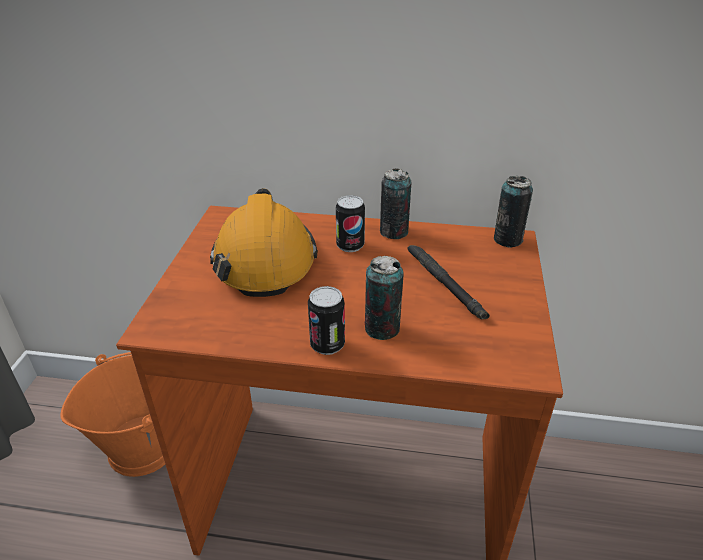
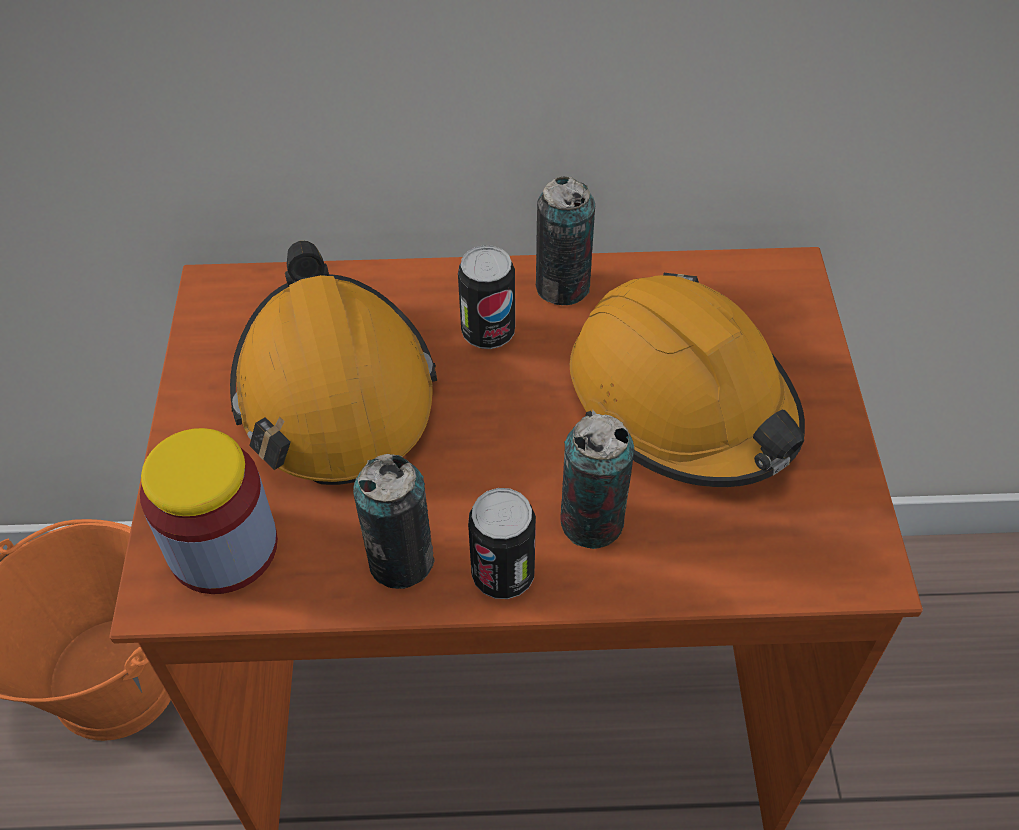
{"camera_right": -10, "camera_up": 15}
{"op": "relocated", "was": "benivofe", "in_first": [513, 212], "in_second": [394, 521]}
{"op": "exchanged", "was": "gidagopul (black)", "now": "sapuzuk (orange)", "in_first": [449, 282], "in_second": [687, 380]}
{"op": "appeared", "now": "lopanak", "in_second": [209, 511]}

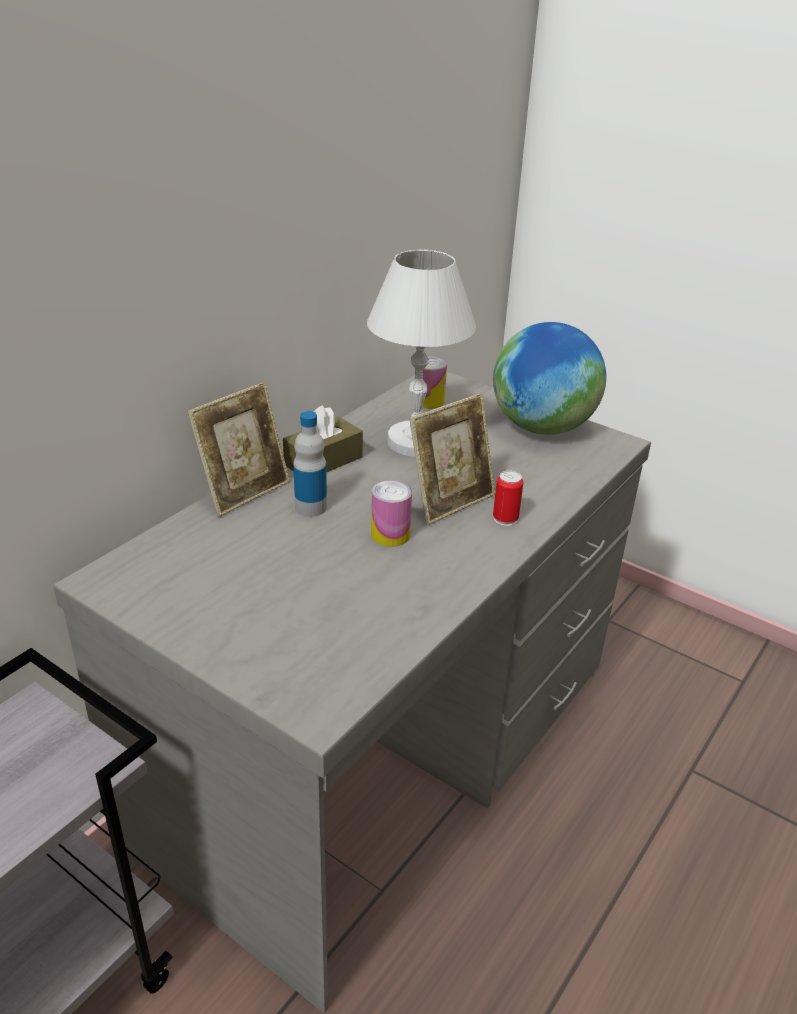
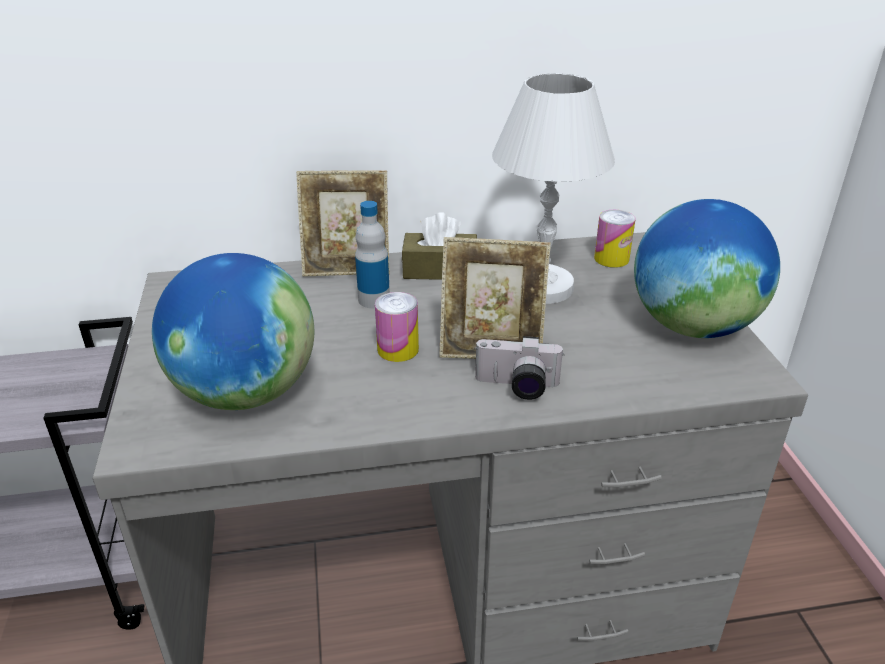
{"camera_right": 45, "camera_up": 0}
{"op": "exchanged", "was": "benivofe", "now": "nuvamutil", "in_first": [508, 498], "in_second": [519, 368]}
{"op": "appeared", "now": "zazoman", "in_second": [233, 331]}

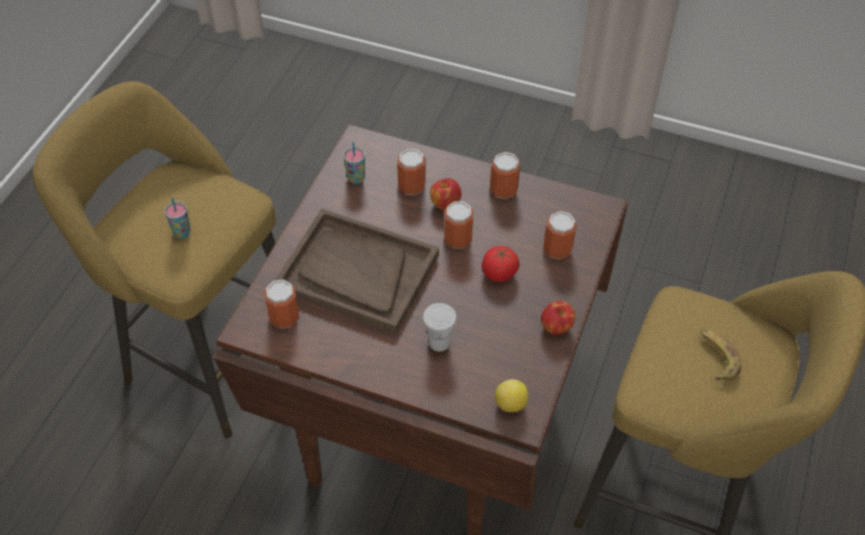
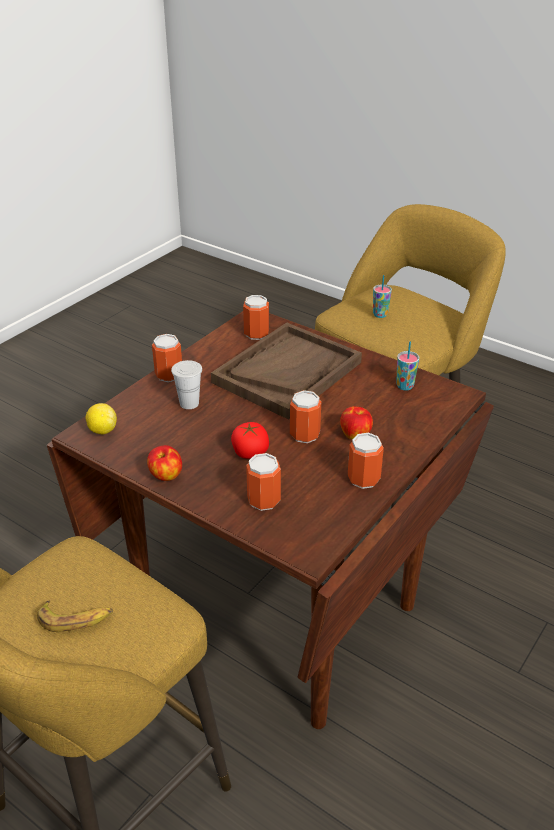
{"camera_right": 105, "camera_up": -15}
{"op": "relocated", "was": "benivofe", "in_first": [411, 172], "in_second": [167, 358]}

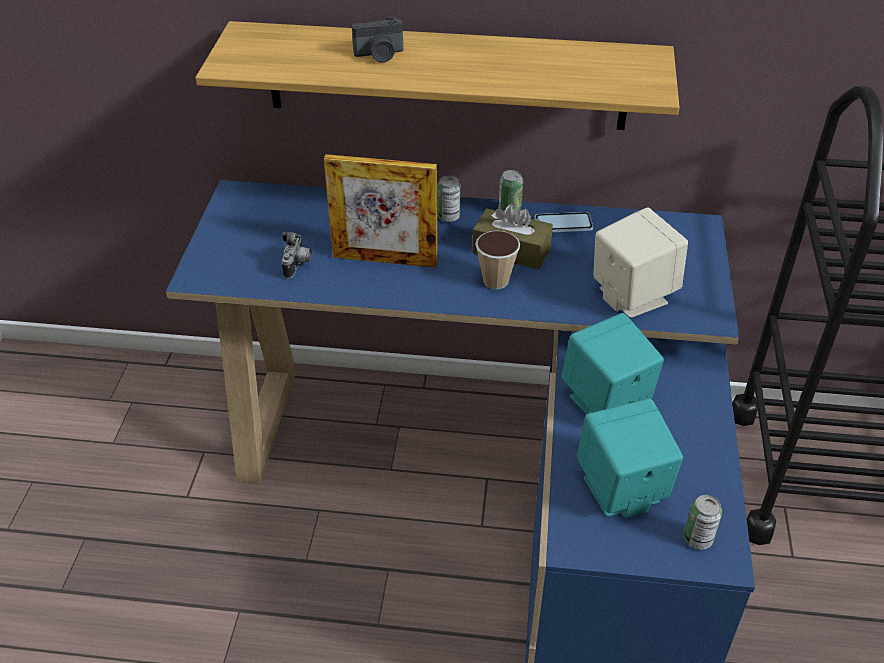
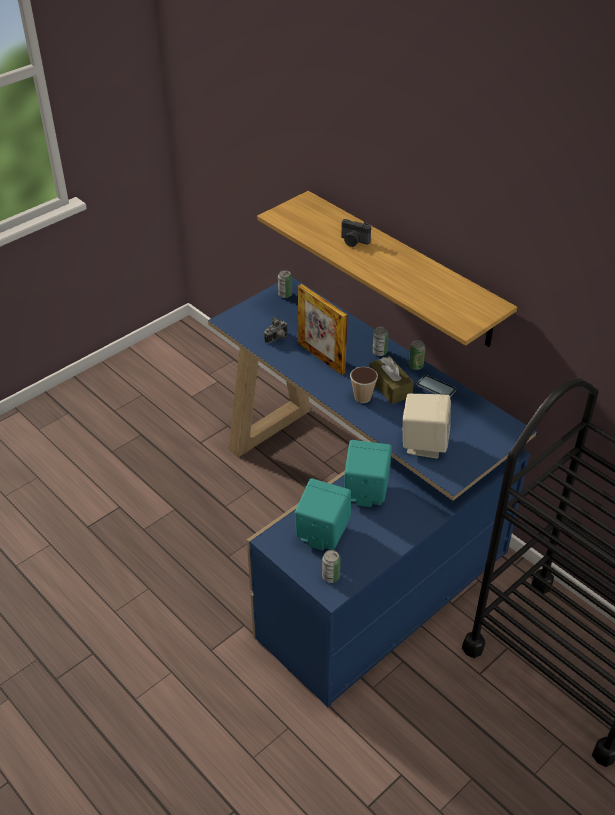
{"camera_right": 40, "camera_up": 0}
{"op": "appeared", "now": "benivofe", "in_second": [285, 284]}

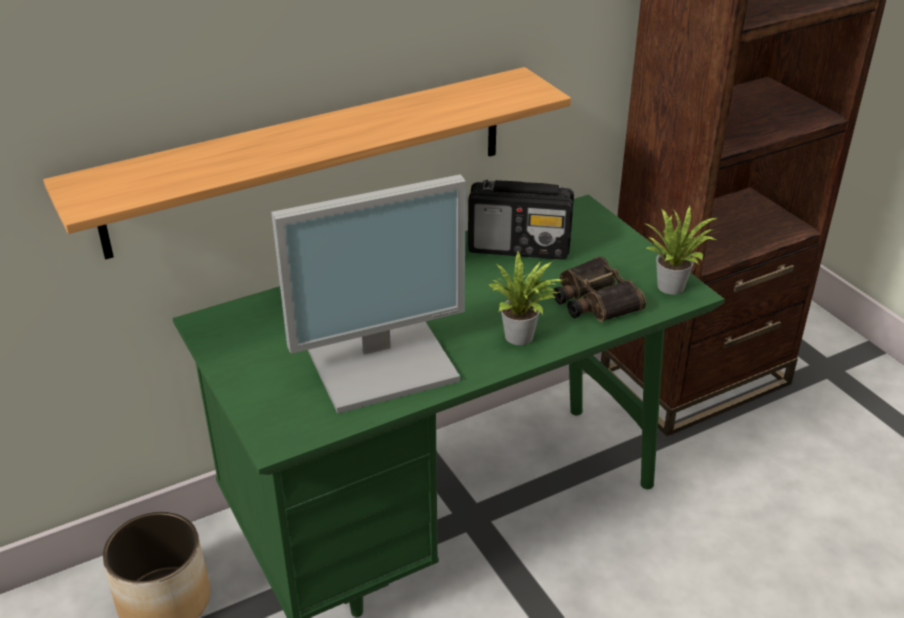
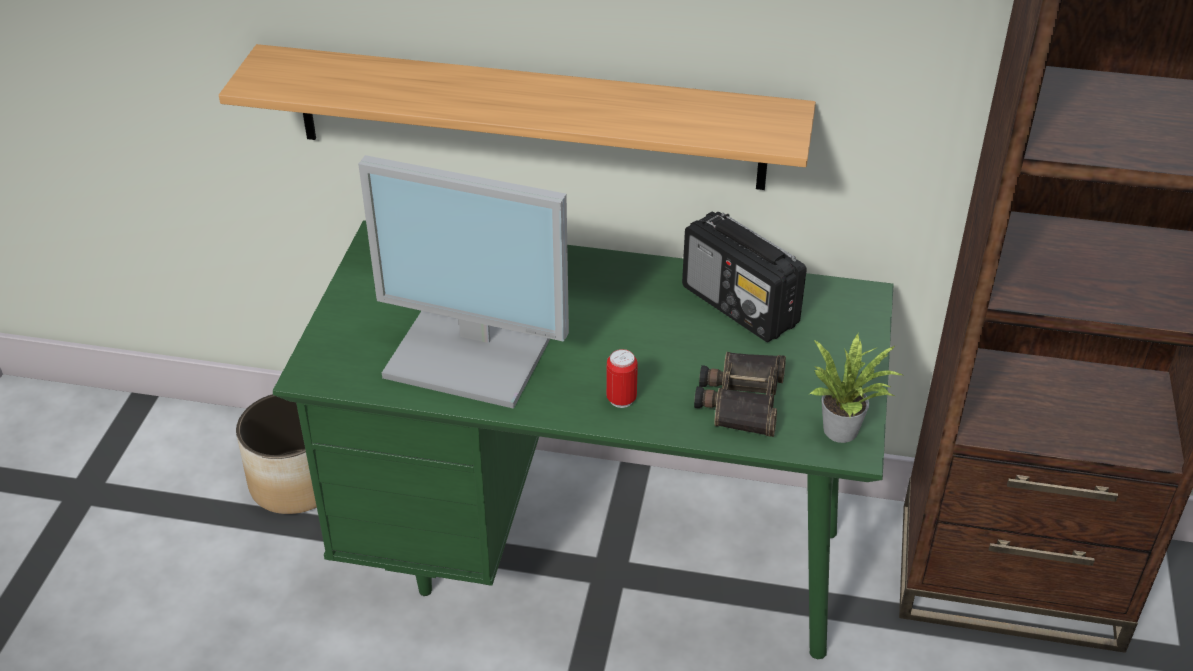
{"camera_right": 40, "camera_up": 5}
{"op": "exchanged", "was": "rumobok", "now": "benivofe", "in_first": [526, 297], "in_second": [622, 378]}

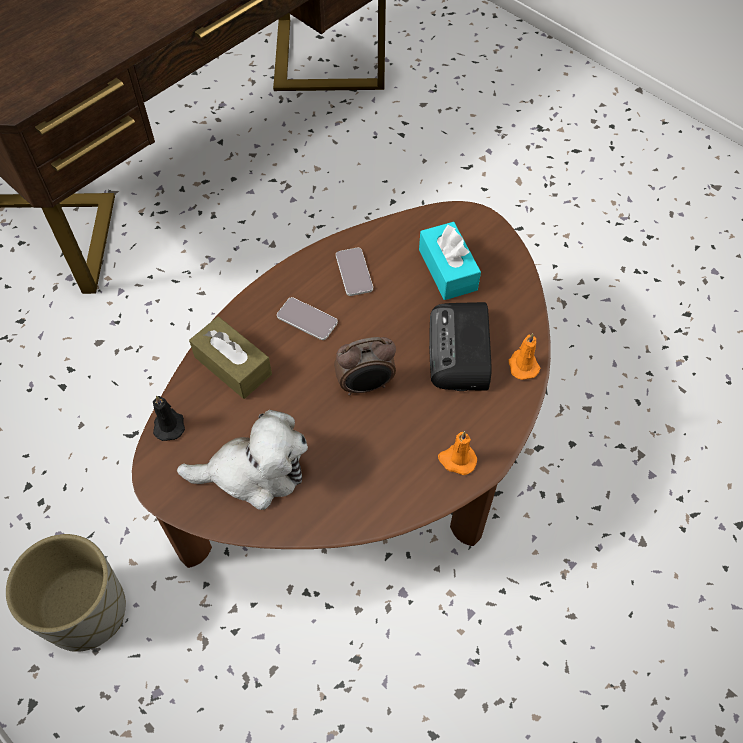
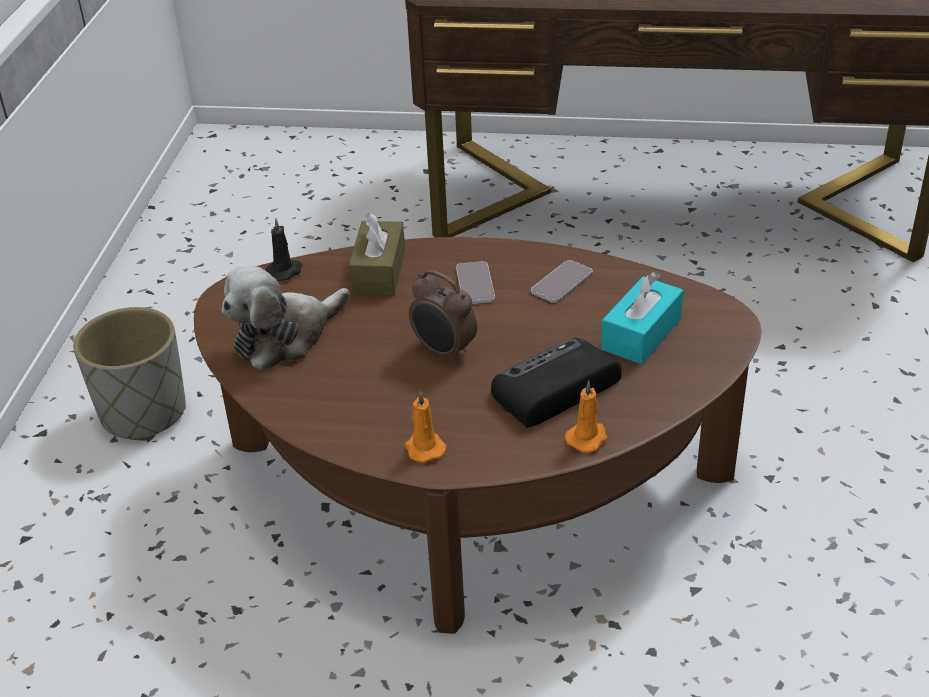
{"camera_right": 55, "camera_up": -20}
{"op": "spun", "was": "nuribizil", "in_first": [242, 460], "in_second": [286, 318], "clockwise": 90}

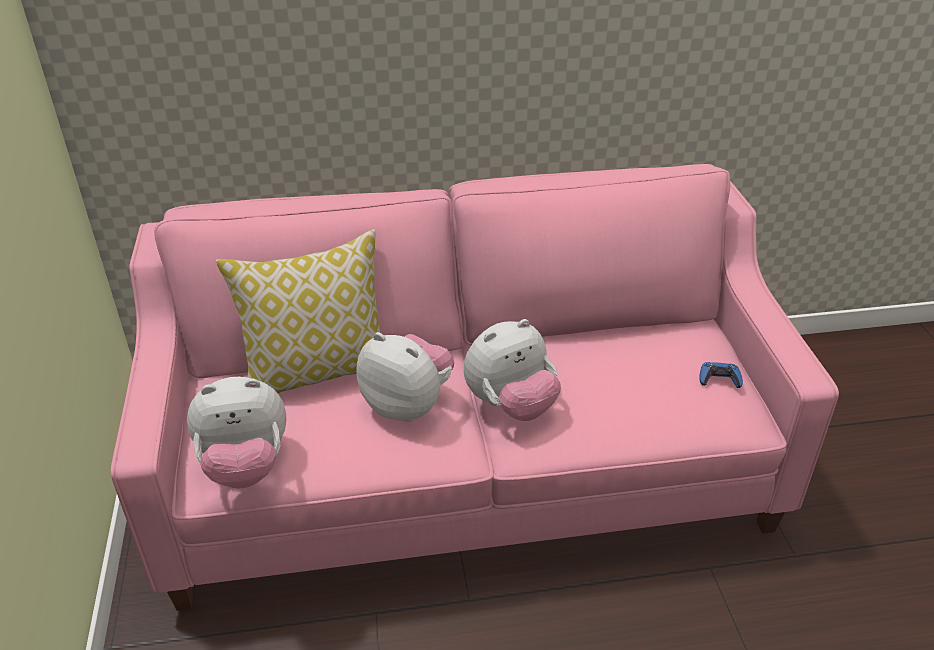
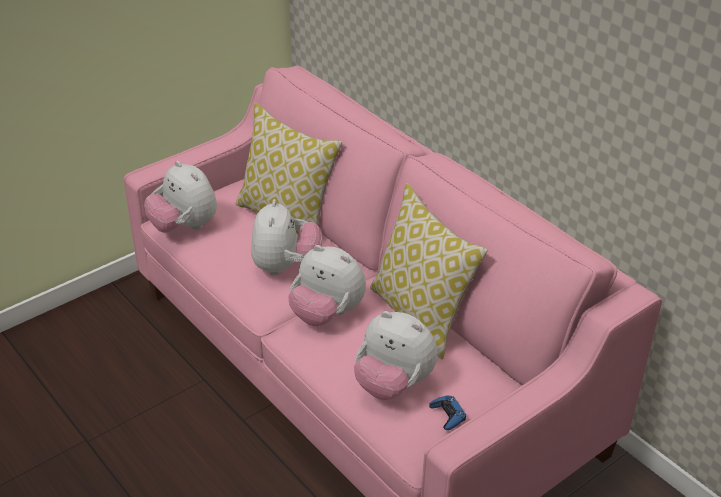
{"camera_right": 60, "camera_up": 0}
{"op": "appeared", "now": "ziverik", "in_second": [429, 271]}
{"op": "appeared", "now": "nuribizil", "in_second": [396, 355]}

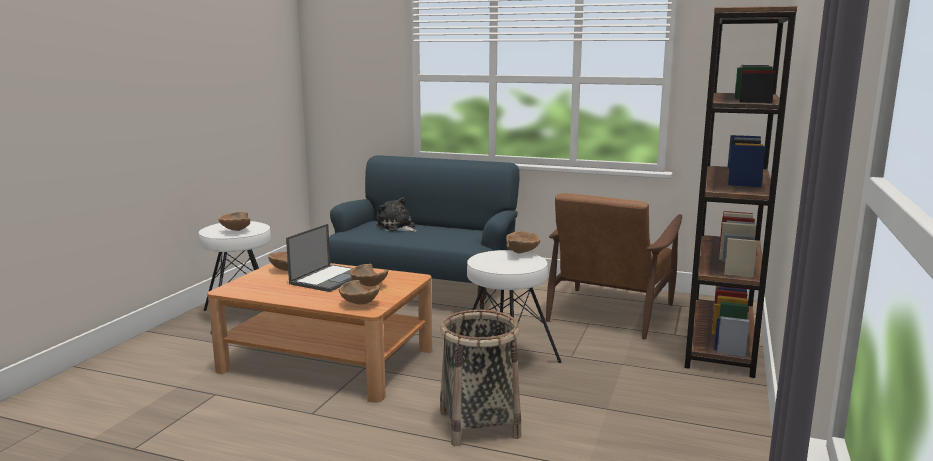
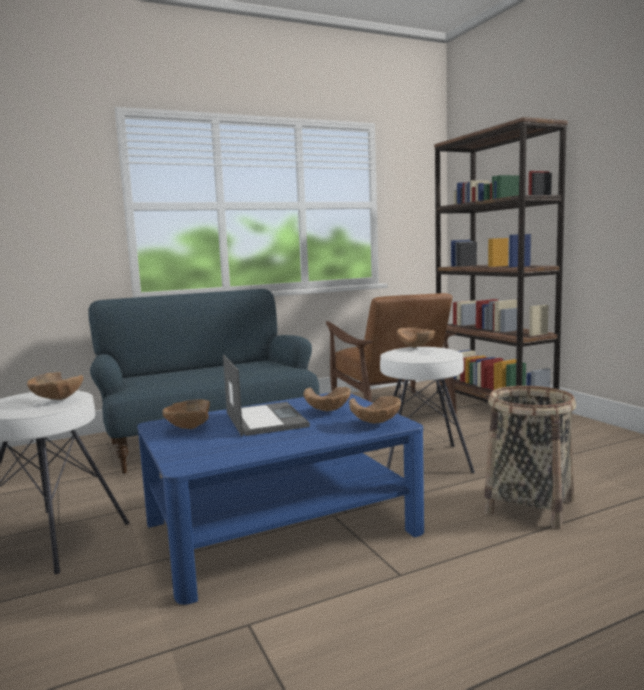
{"camera_right": -45, "camera_up": -5}
{"op": "missing", "was": "nuribizil", "in_first": [397, 214]}
{"op": "colour", "was": "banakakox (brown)", "now": "banakakox (blue)", "in_first": [320, 333], "in_second": [280, 499]}

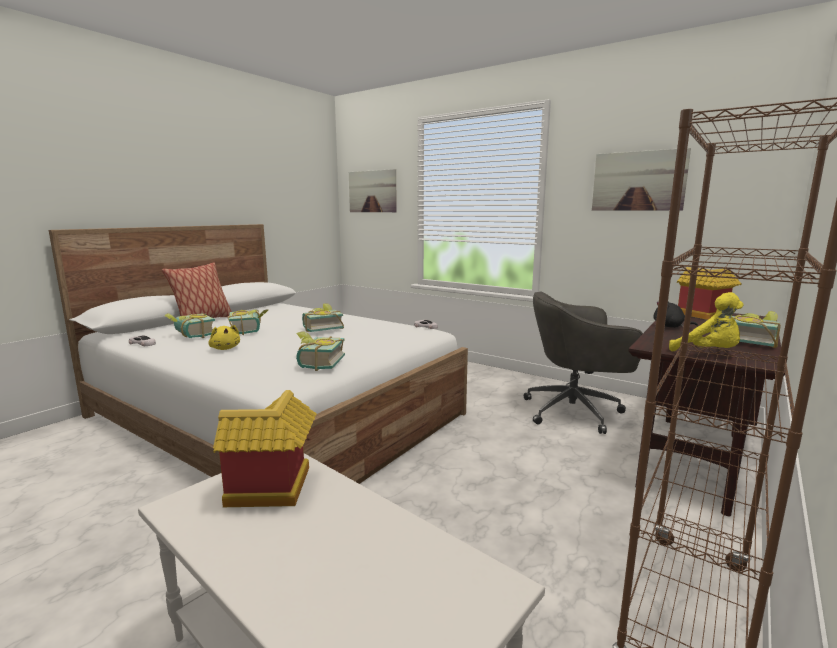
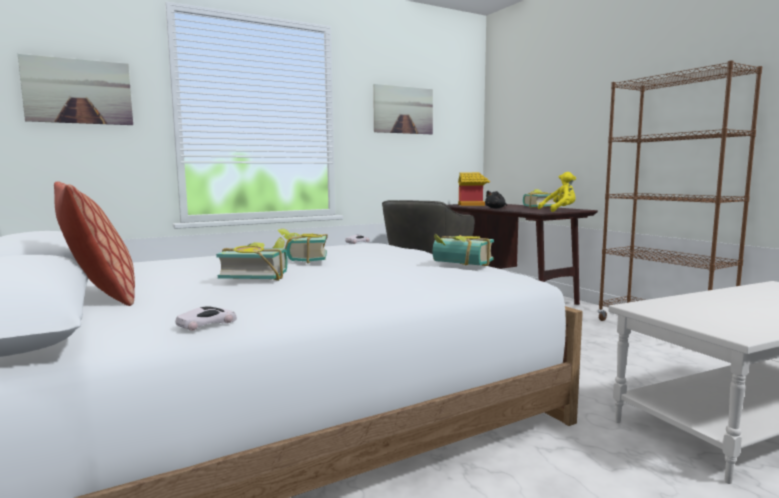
{"camera_right": -65, "camera_up": -5}
{"op": "missing", "was": "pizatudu", "in_first": [189, 325]}
{"op": "missing", "was": "nuribizil (yellow)", "in_first": [224, 337]}
{"op": "missing", "was": "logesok", "in_first": [265, 448]}

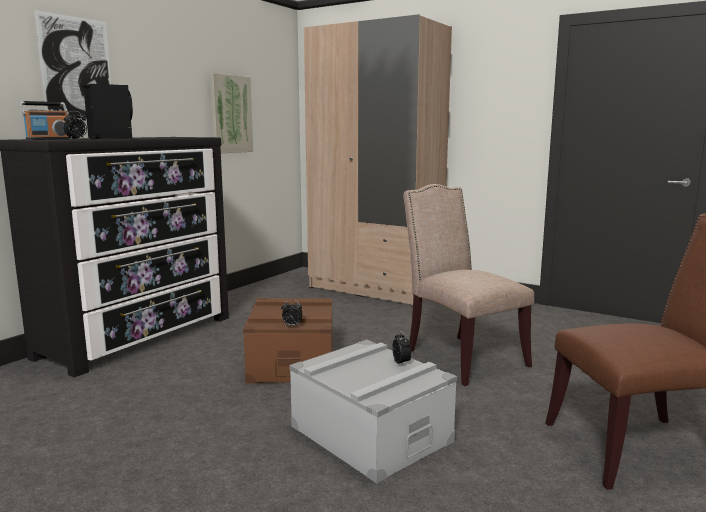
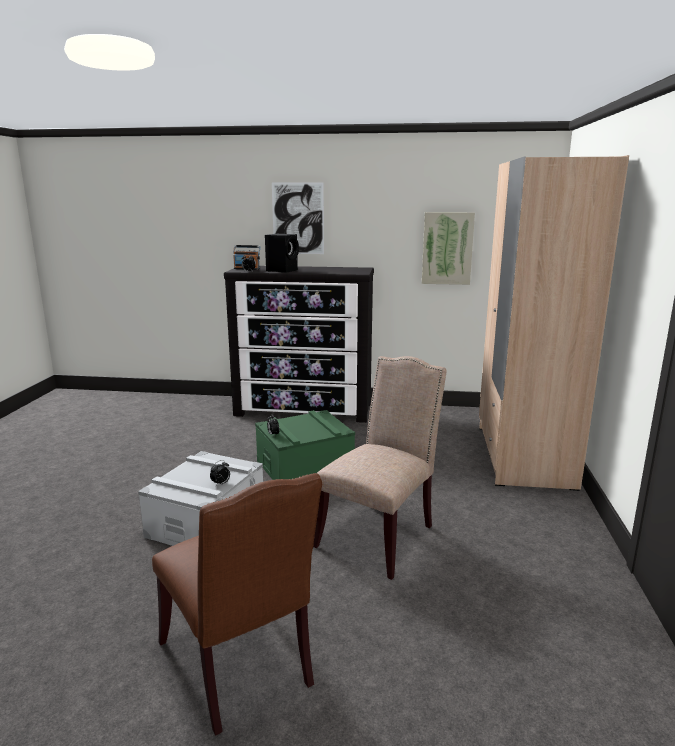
{"camera_right": 65, "camera_up": 5}
{"op": "colour", "was": "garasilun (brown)", "now": "garasilun (green)", "in_first": [287, 341], "in_second": [305, 445]}

